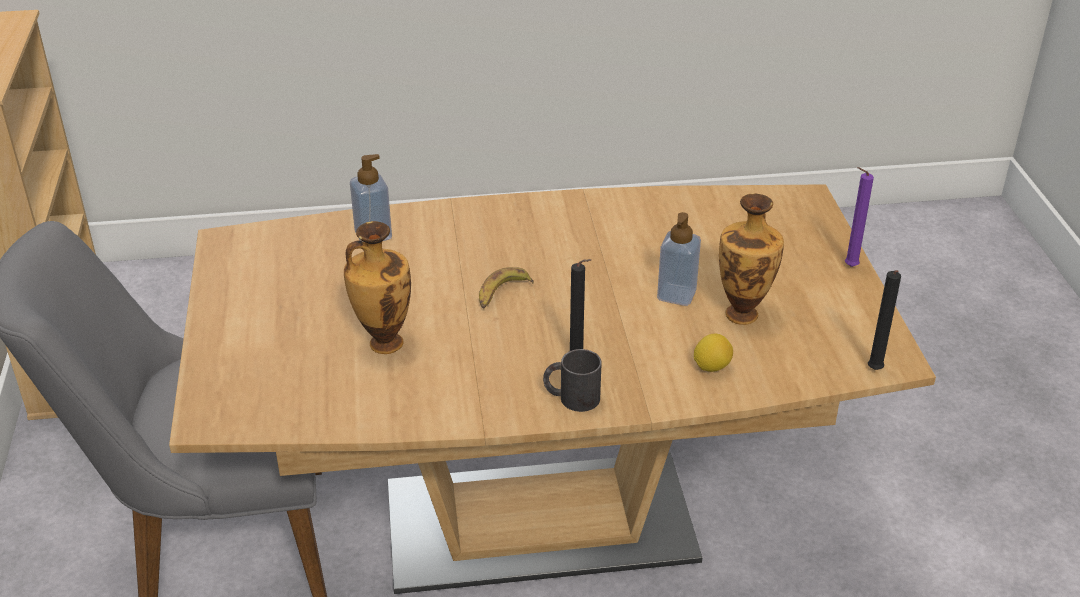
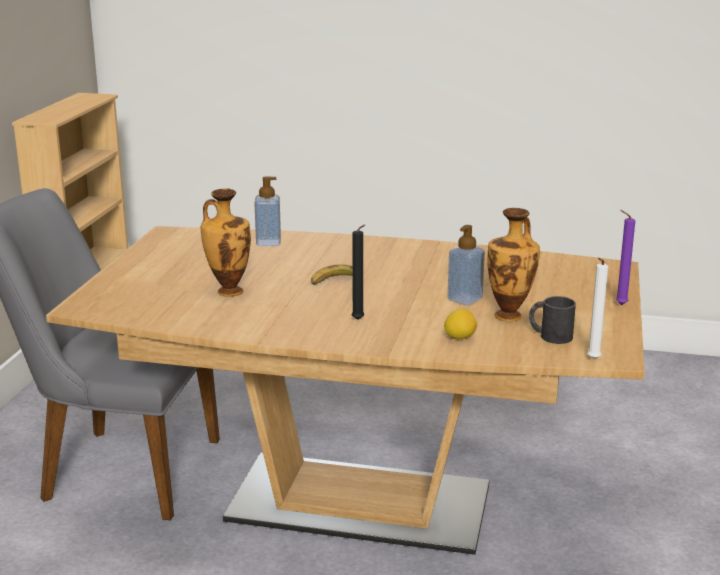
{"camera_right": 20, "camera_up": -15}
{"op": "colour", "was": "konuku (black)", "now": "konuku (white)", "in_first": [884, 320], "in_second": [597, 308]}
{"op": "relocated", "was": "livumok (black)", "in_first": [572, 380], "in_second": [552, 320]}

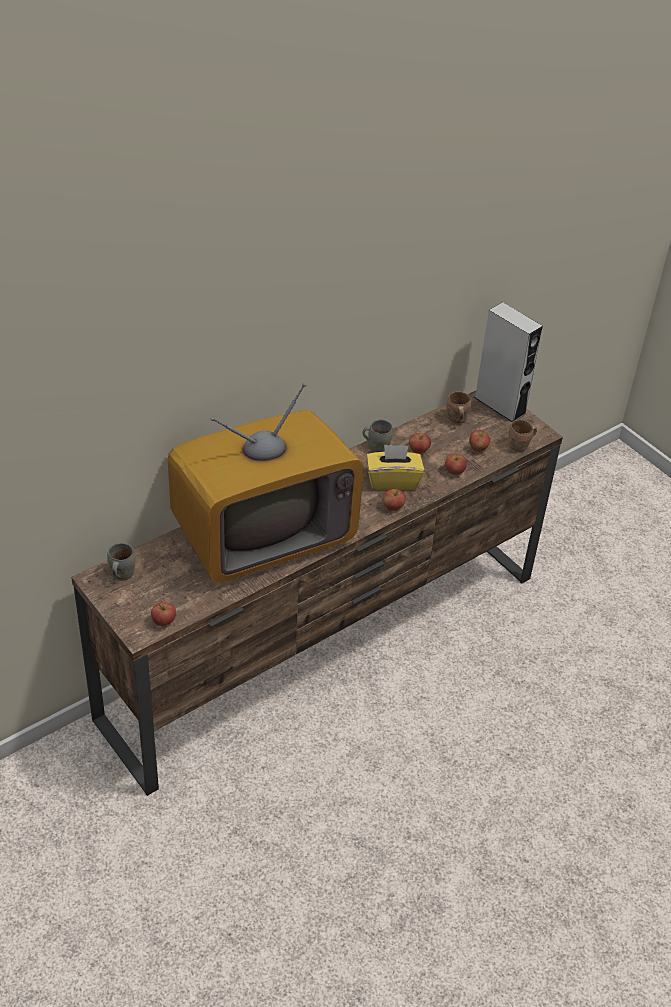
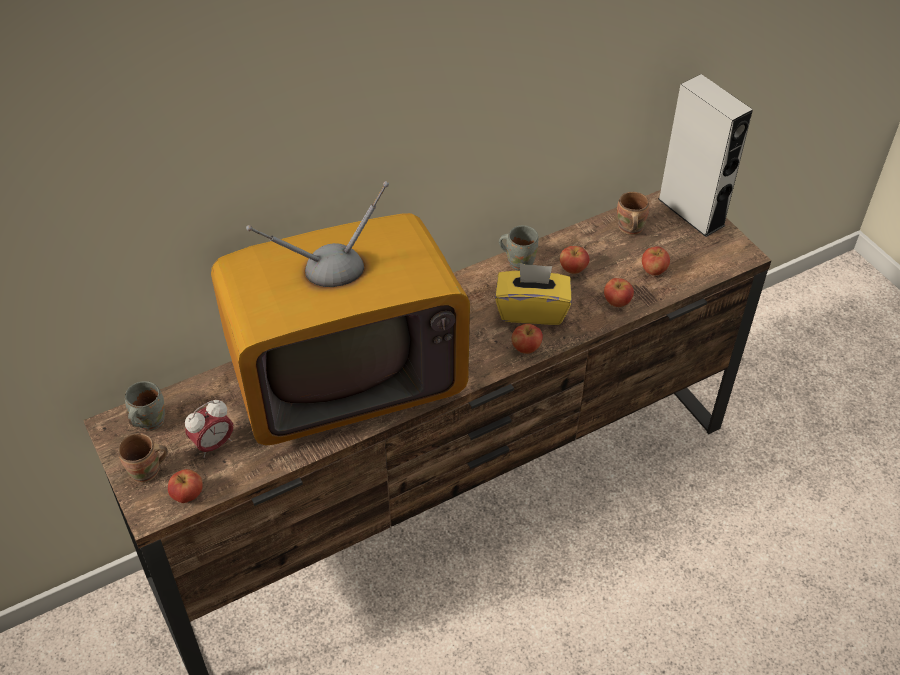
{"camera_right": 10, "camera_up": 5}
{"op": "relocated", "was": "livumok (brown)", "in_first": [522, 436], "in_second": [143, 458]}
{"op": "appeared", "now": "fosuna", "in_second": [209, 429]}

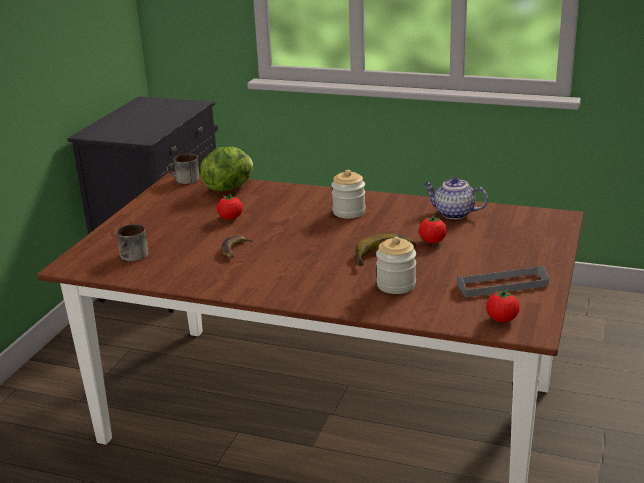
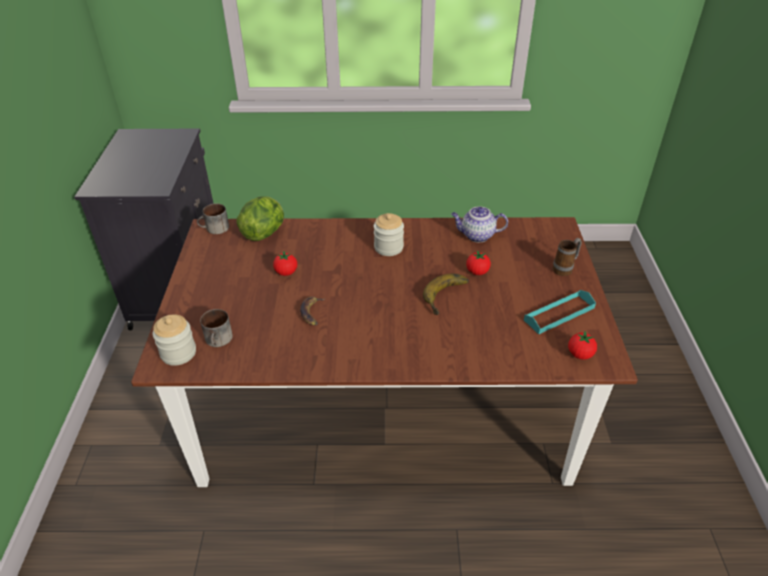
{"camera_right": -20, "camera_up": 15}
{"op": "relocated", "was": "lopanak", "in_first": [396, 265], "in_second": [174, 340]}
{"op": "colour", "was": "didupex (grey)", "now": "didupex (turquoise)", "in_first": [503, 281], "in_second": [560, 312]}
{"op": "appeared", "now": "livumok", "in_second": [567, 257]}

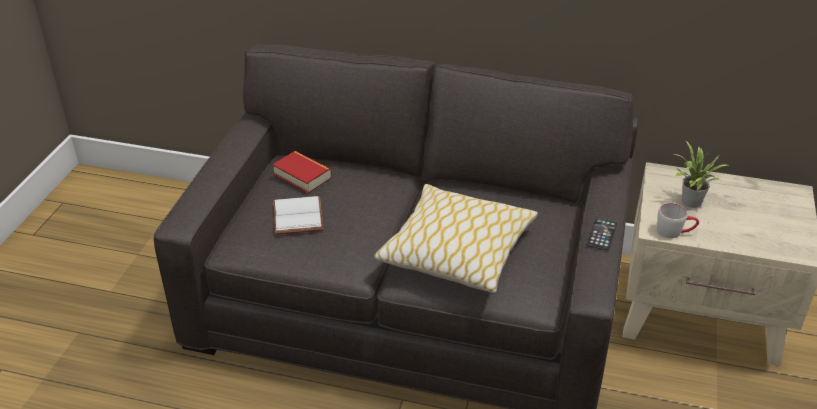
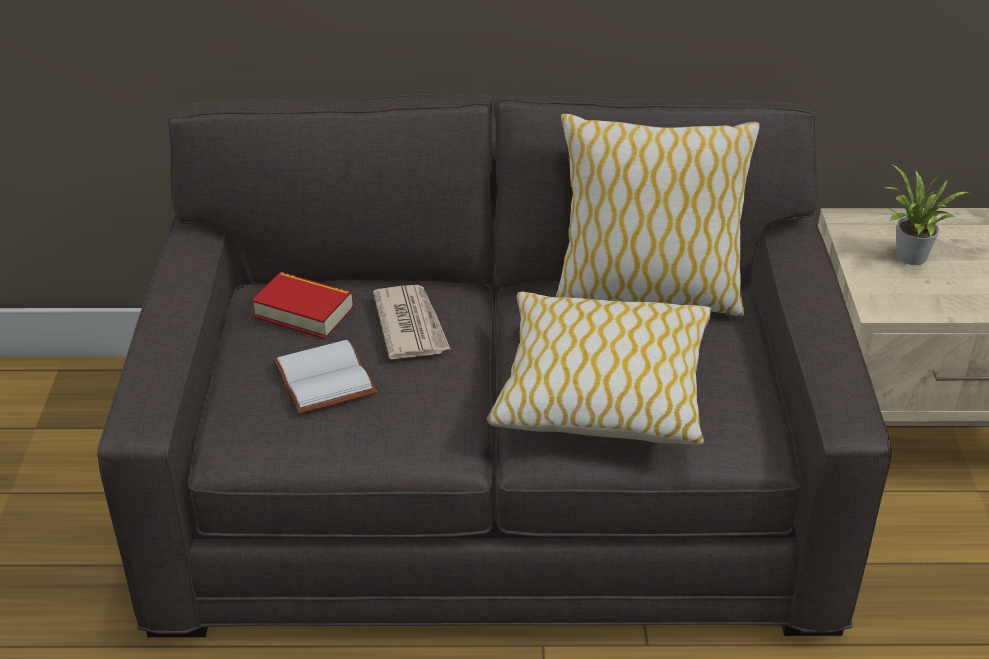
{"camera_right": -15, "camera_up": 0}
{"op": "missing", "was": "livumok (grey)", "in_first": [678, 220]}
{"op": "missing", "was": "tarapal", "in_first": [602, 234]}
{"op": "appeared", "now": "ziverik", "in_second": [658, 215]}
{"op": "appeared", "now": "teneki", "in_second": [411, 322]}

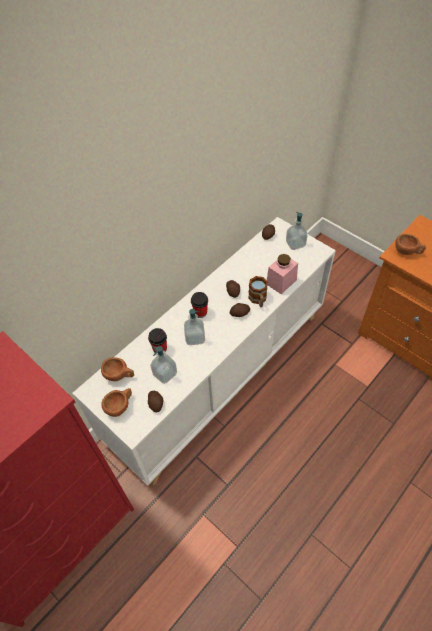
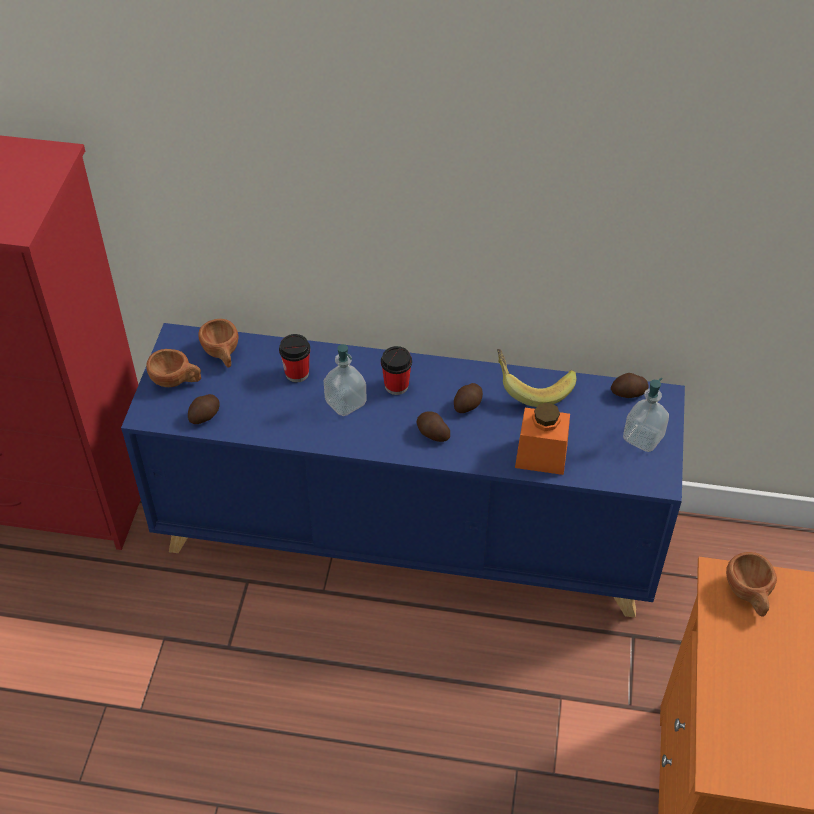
{"camera_right": 55, "camera_up": -5}
{"op": "colour", "was": "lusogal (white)", "now": "lusogal (blue)", "in_first": [204, 351], "in_second": [403, 470]}
{"op": "colour", "was": "lopanak (pink)", "now": "lopanak (orange)", "in_first": [282, 274], "in_second": [542, 438]}
{"op": "missing", "was": "livumok", "in_first": [258, 291]}
{"op": "missing", "was": "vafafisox", "in_first": [163, 365]}
{"op": "appeared", "now": "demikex", "in_second": [536, 378]}

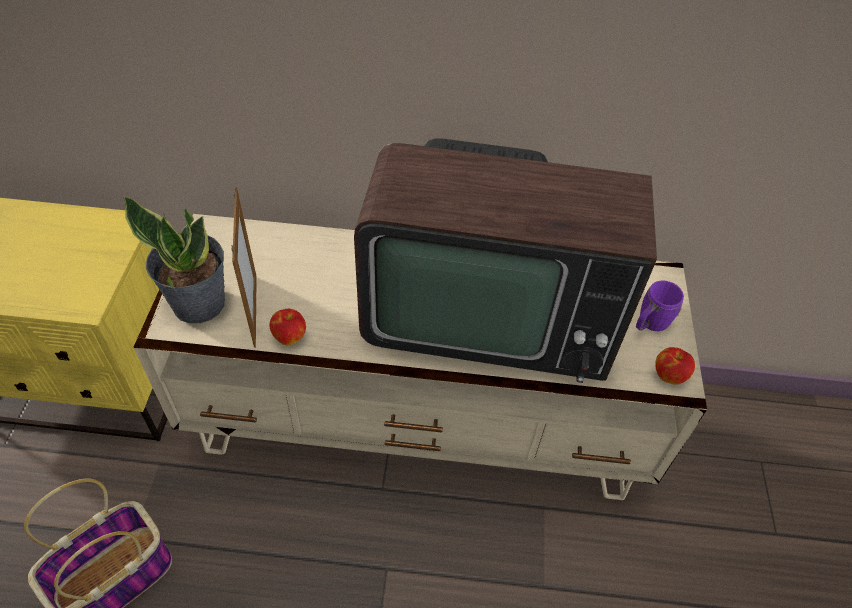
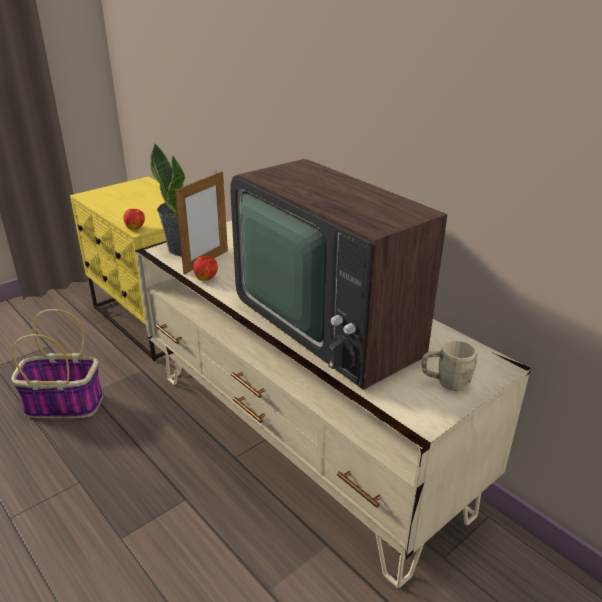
{"camera_right": 45, "camera_up": -20}
{"op": "colour", "was": "livumok (purple)", "now": "livumok (beige)", "in_first": [660, 305], "in_second": [449, 365]}
{"op": "relocated", "was": "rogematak", "in_first": [675, 366], "in_second": [134, 219]}

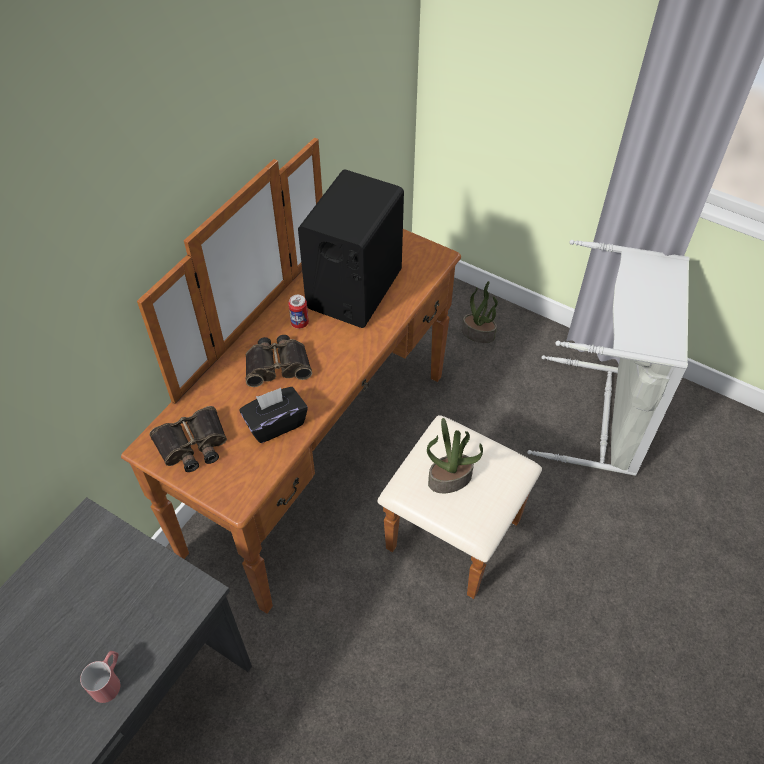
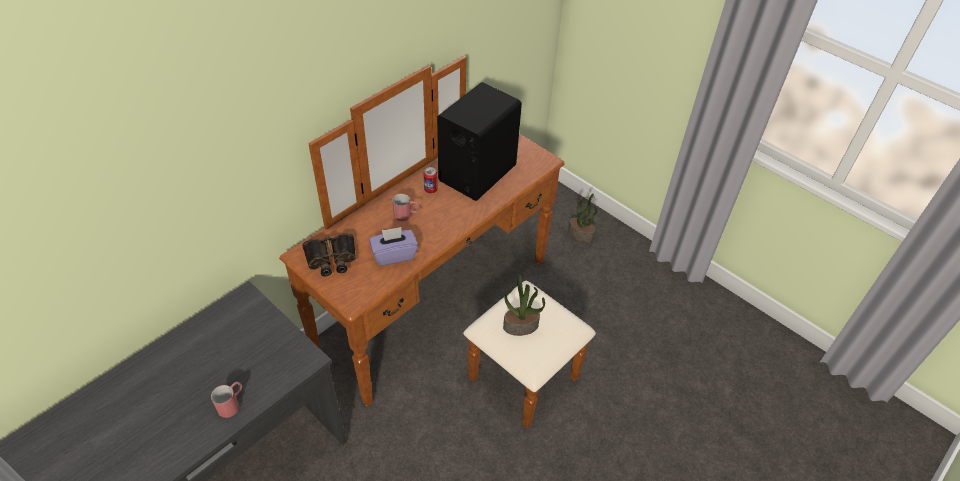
{"camera_right": 10, "camera_up": -5}
{"op": "missing", "was": "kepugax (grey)", "in_first": [608, 358]}
{"op": "exchanged", "was": "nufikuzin", "now": "livumok (red)", "in_first": [279, 361], "in_second": [406, 207]}
{"op": "colour", "was": "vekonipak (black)", "now": "vekonipak (purple)", "in_first": [273, 415], "in_second": [393, 246]}

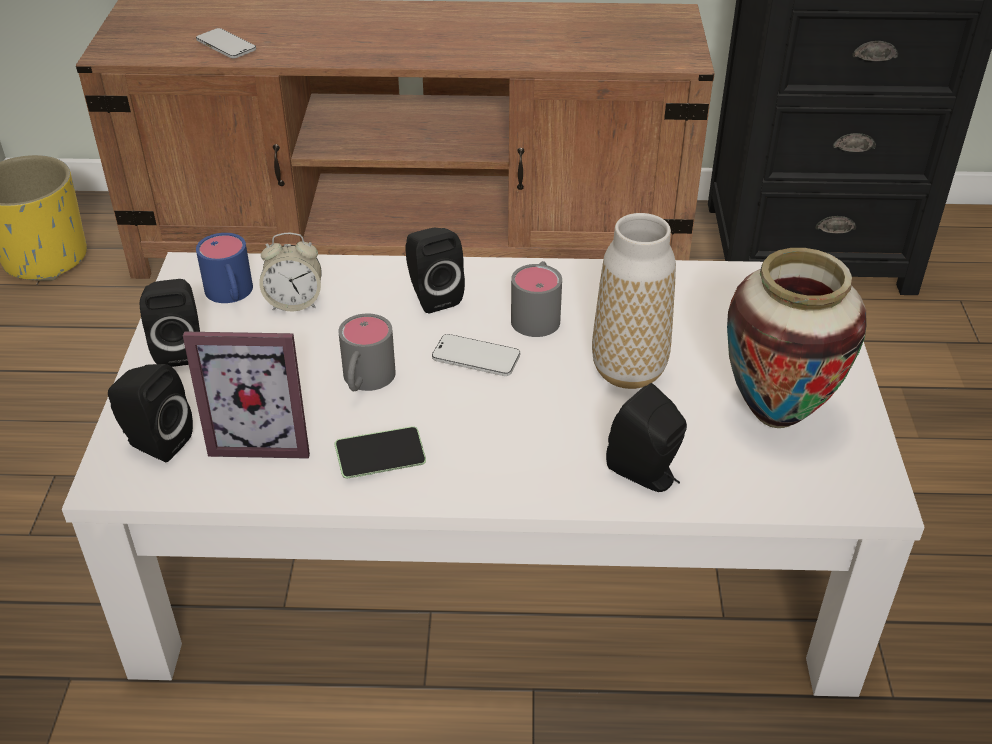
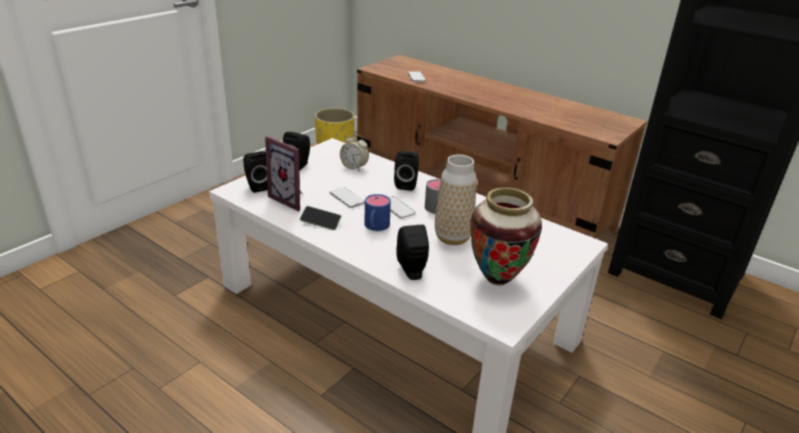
{"camera_right": 35, "camera_up": -10}
{"op": "relocated", "was": "livumok (blue)", "in_first": [224, 268], "in_second": [378, 212]}
{"op": "exchanged", "was": "livumok (grey)", "now": "tarapal", "in_first": [367, 352], "in_second": [347, 197]}

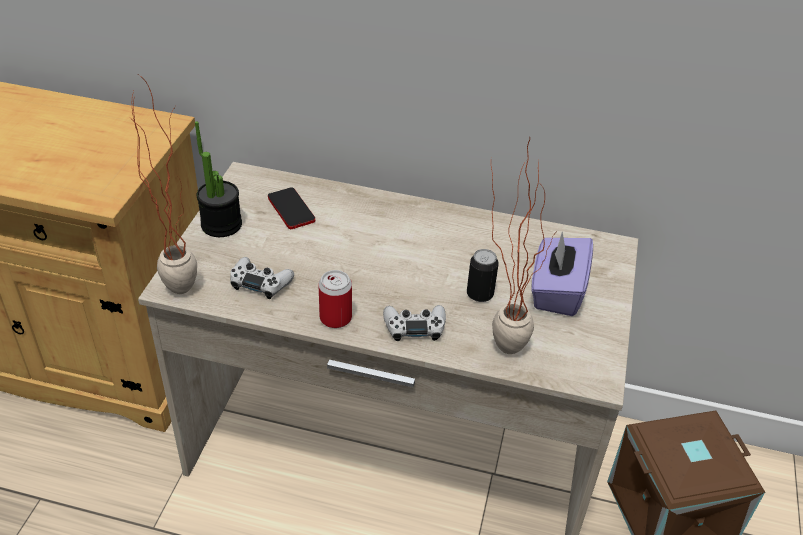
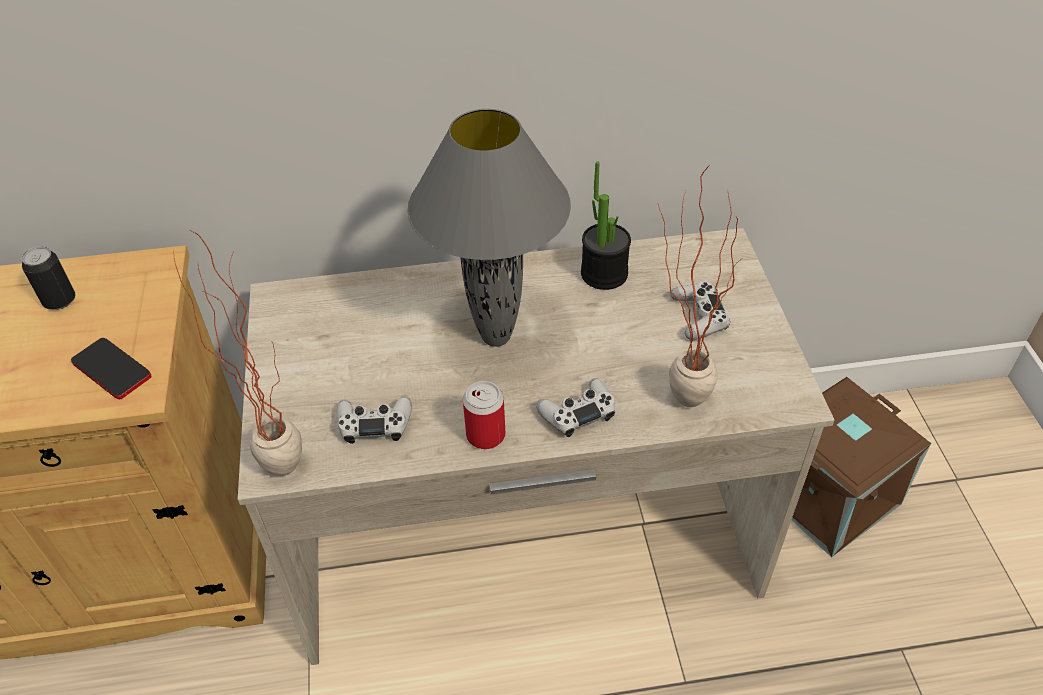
{"camera_right": -20, "camera_up": 5}
{"op": "relocated", "was": "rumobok", "in_first": [218, 179], "in_second": [606, 225]}
{"op": "relocated", "was": "tarapal", "in_first": [291, 208], "in_second": [111, 368]}
{"op": "exchanged", "was": "vekonipak (purple)", "now": "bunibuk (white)", "in_first": [562, 274], "in_second": [700, 310]}
{"op": "relocated", "was": "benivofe", "in_first": [483, 275], "in_second": [48, 278]}
{"op": "appeared", "now": "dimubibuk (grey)", "in_second": [489, 228]}

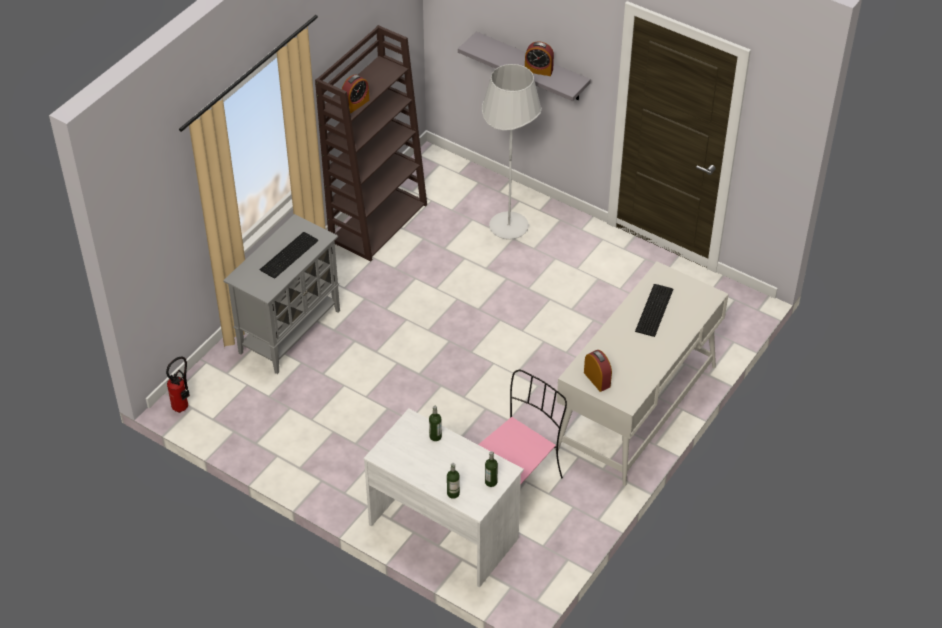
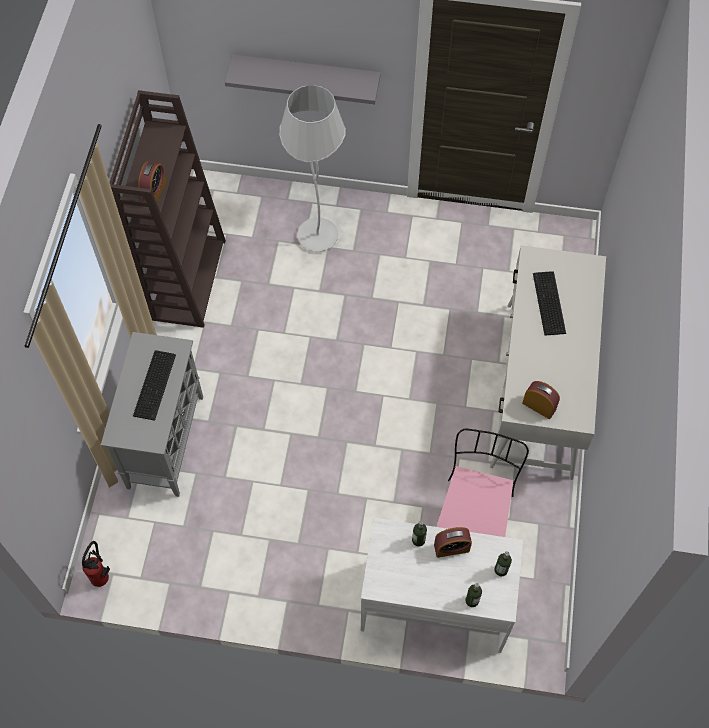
{"camera_right": -25, "camera_up": 15}
{"op": "relocated", "was": "fosuna", "in_first": [539, 58], "in_second": [453, 542]}

